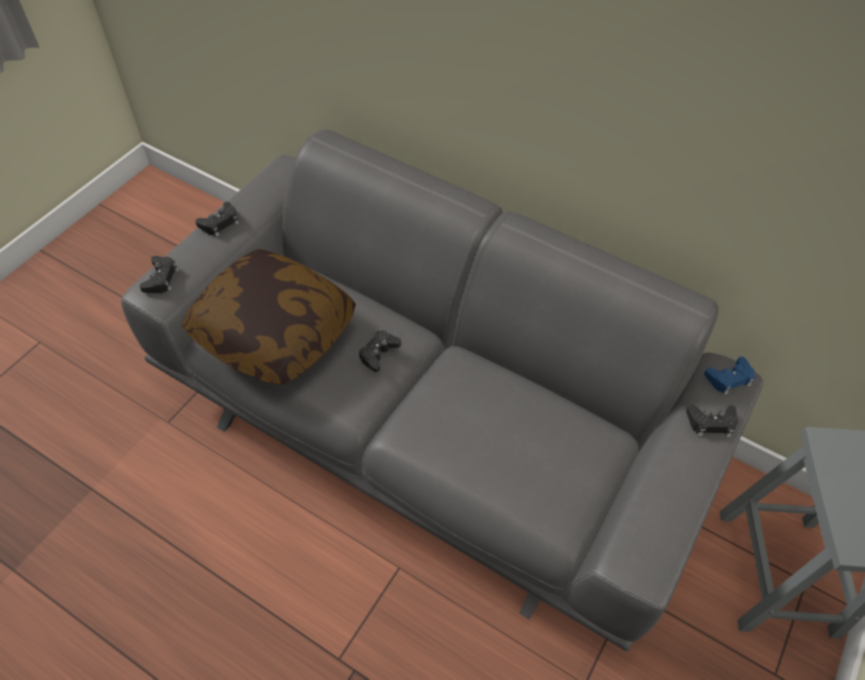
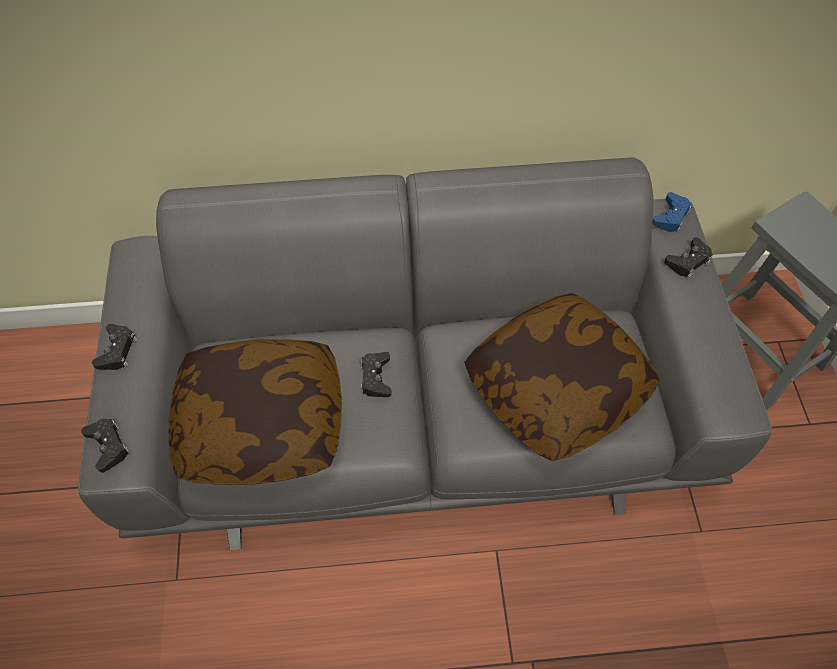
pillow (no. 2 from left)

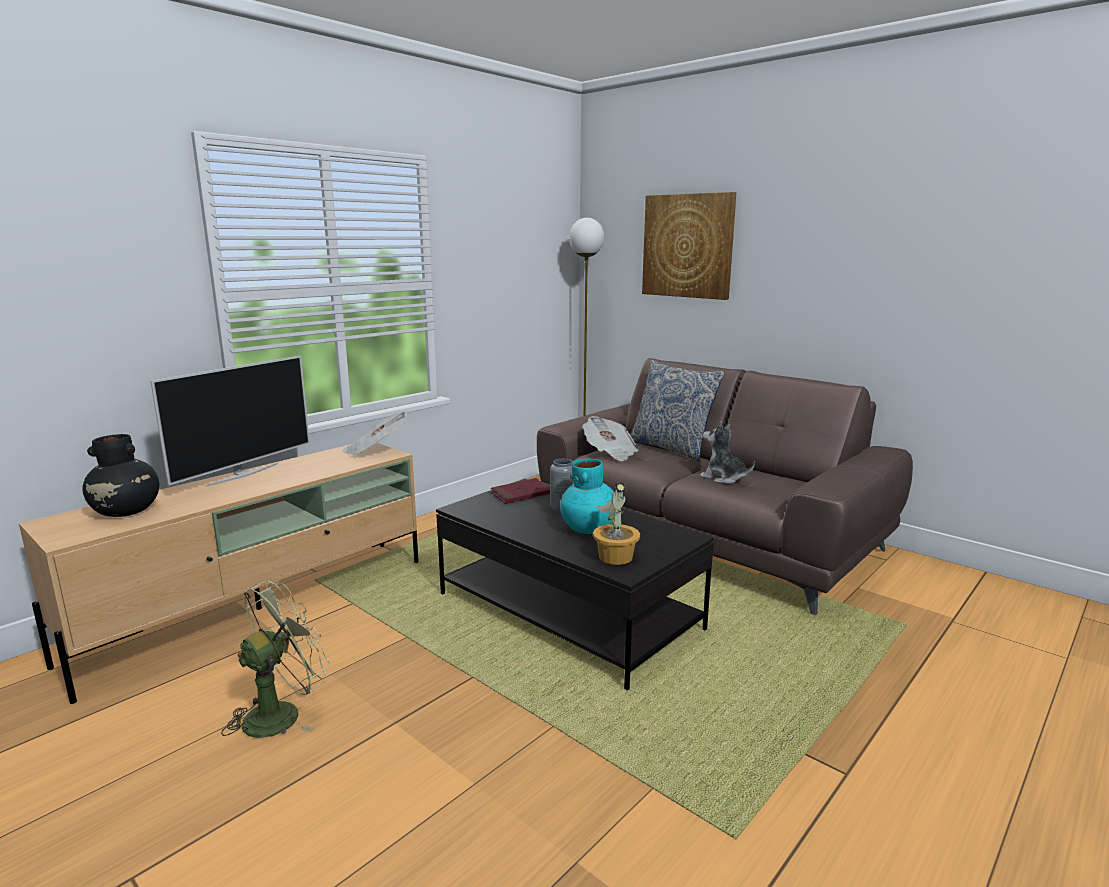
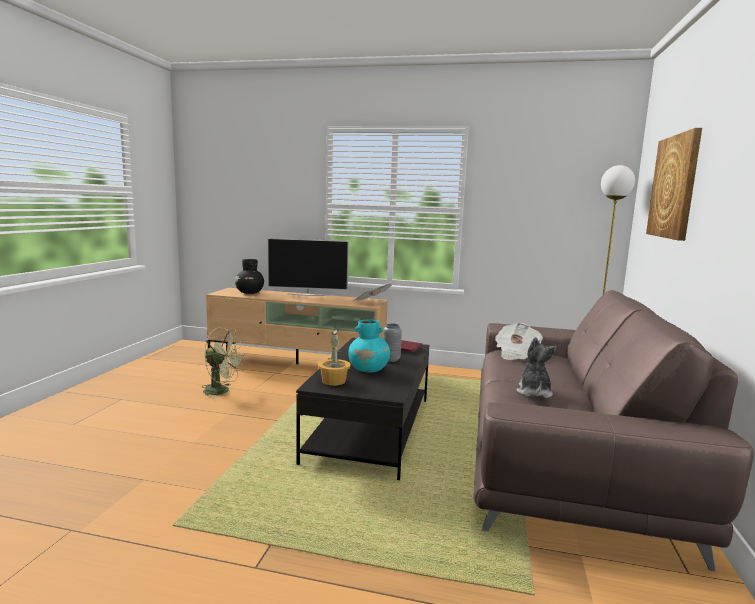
pillow

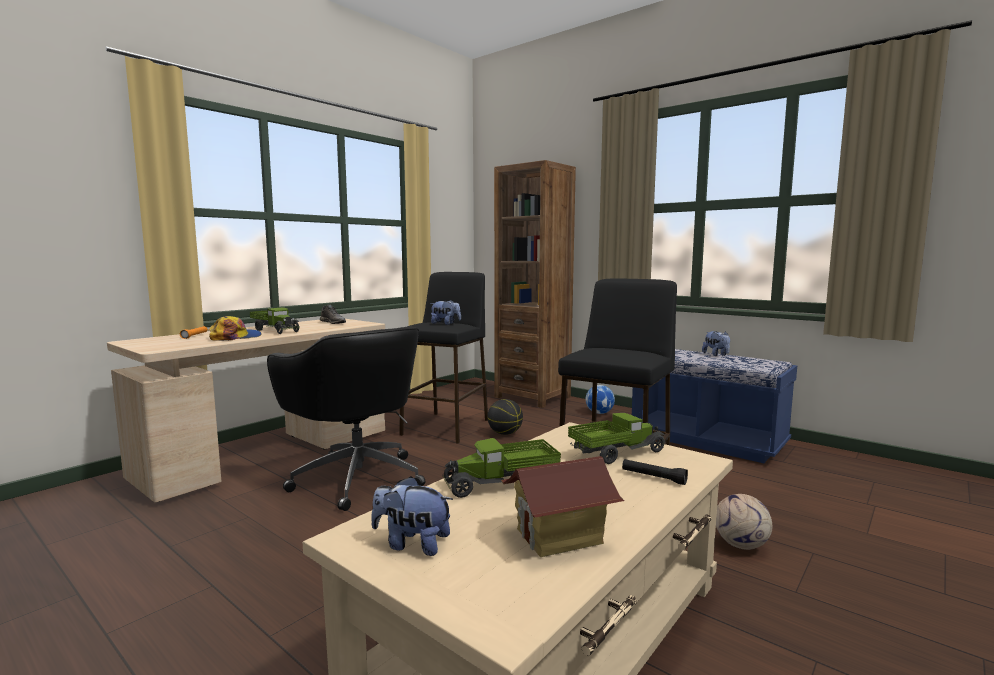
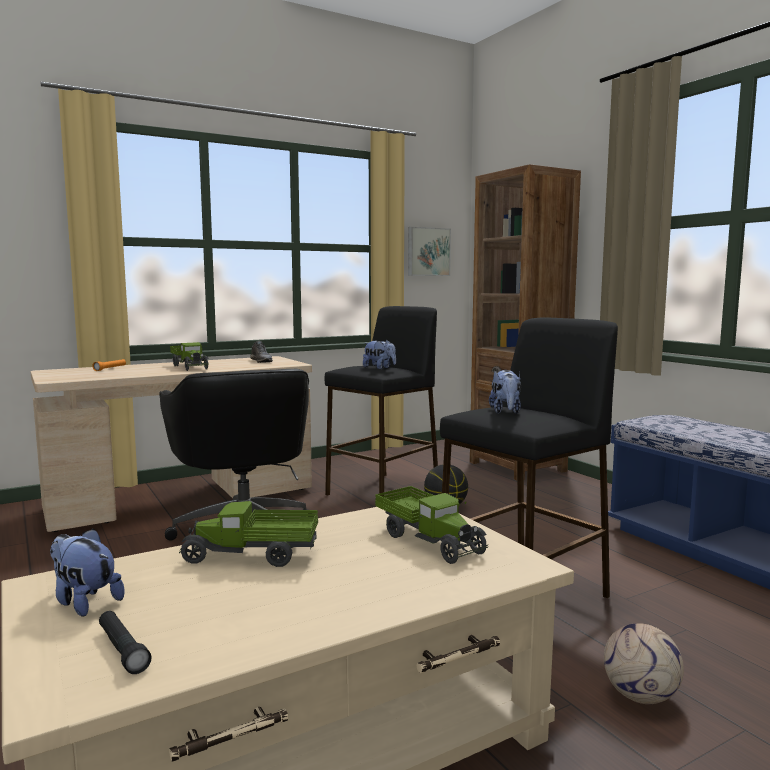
cap
toy house
football (no. 1 from left in the first image)
picture
hand torch/black-coloured
cuddly toy (no. 3 from left)
toy truck (no. 3 from left)

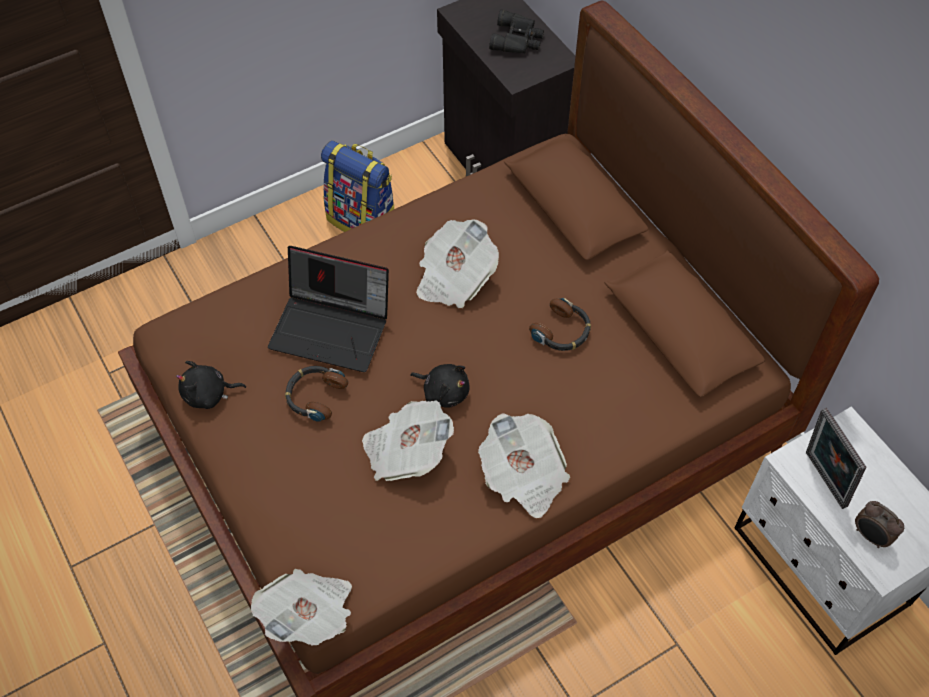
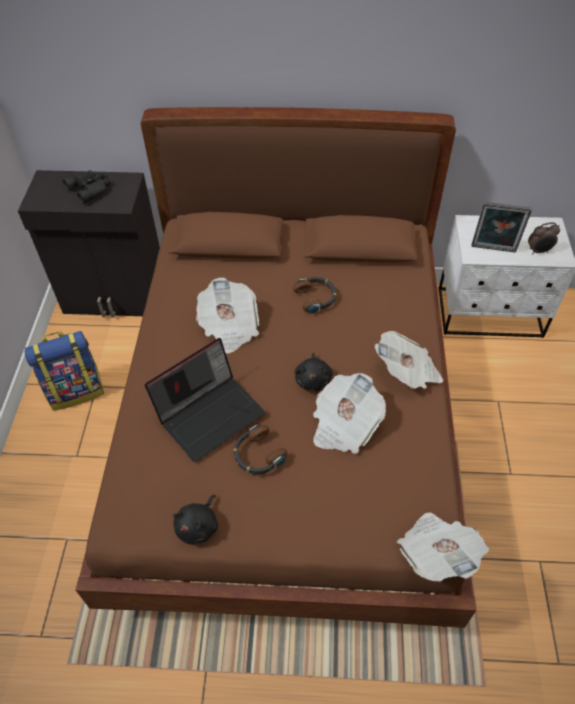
cuddly toy/black-coloured (no. 2 from left)

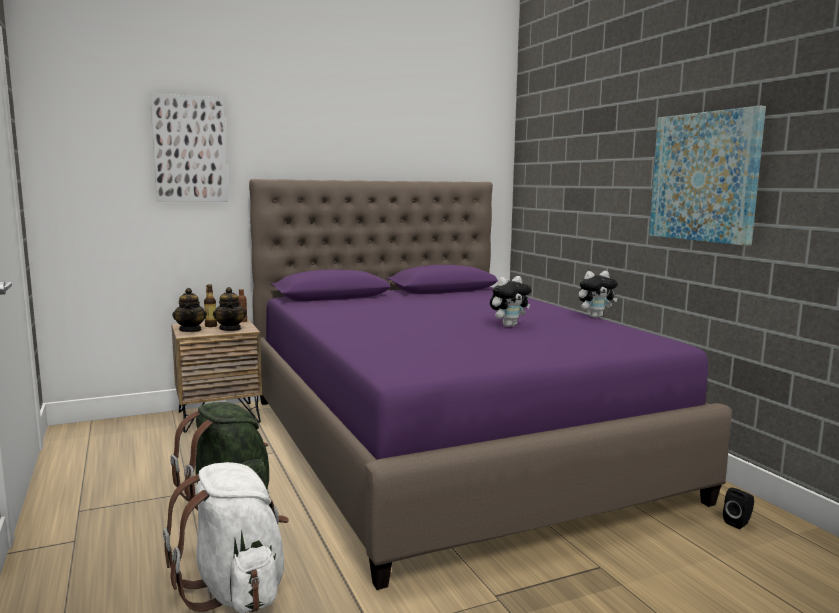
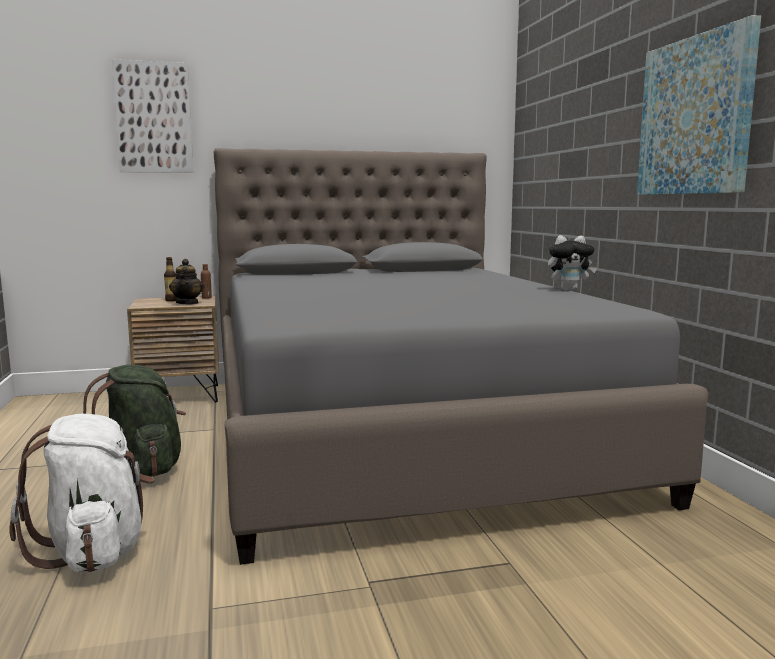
teapot (no. 1 from left in the first image)
cuddly toy (no. 1 from left in the first image)
speaker/black-coloured
bedroom bed/greyish

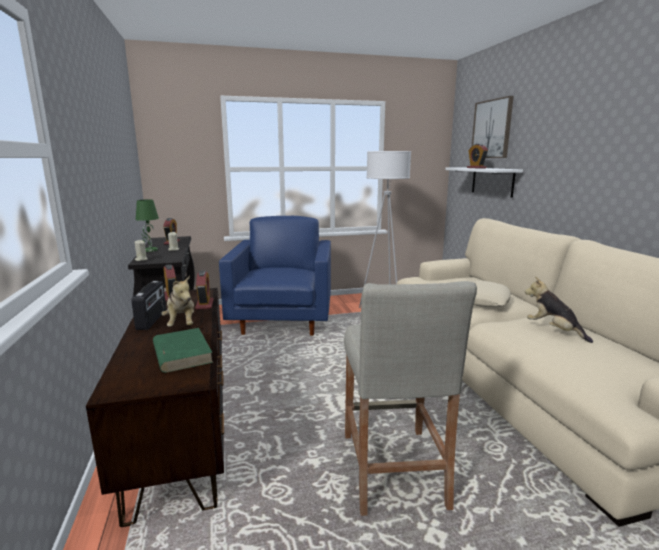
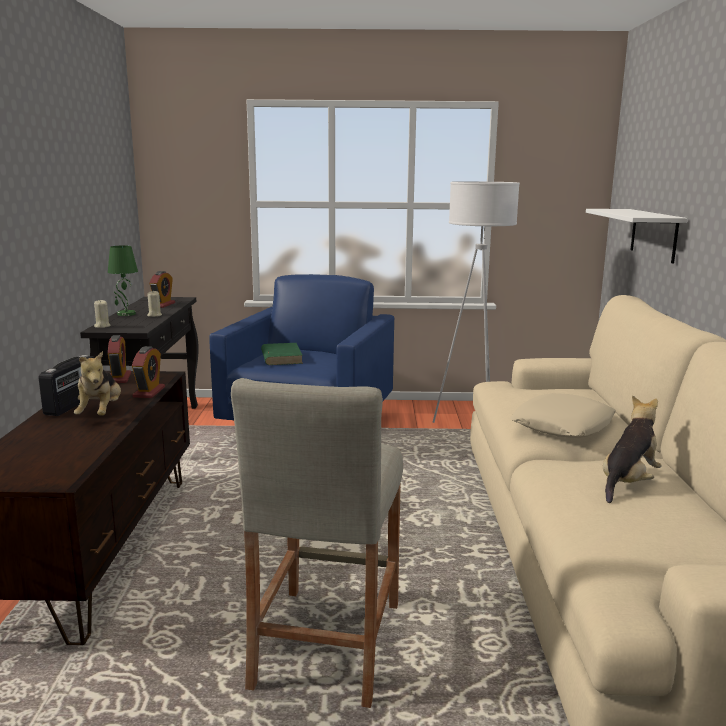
table clock (no. 4 from left in the first image)
picture
volume/greenish
cuddly toy (no. 2 from left)

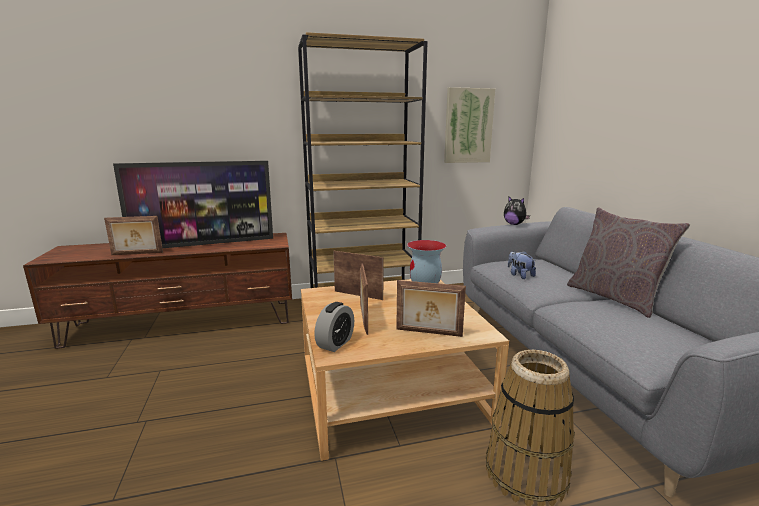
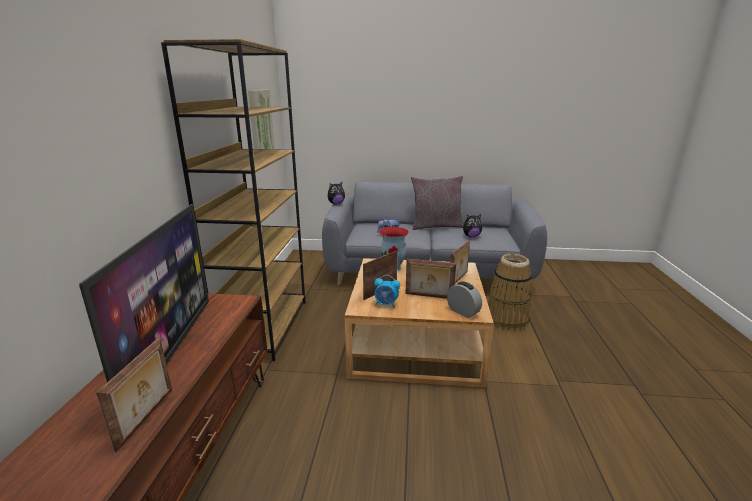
table clock (no. 1 from left)
cuddly toy (no. 3 from left)

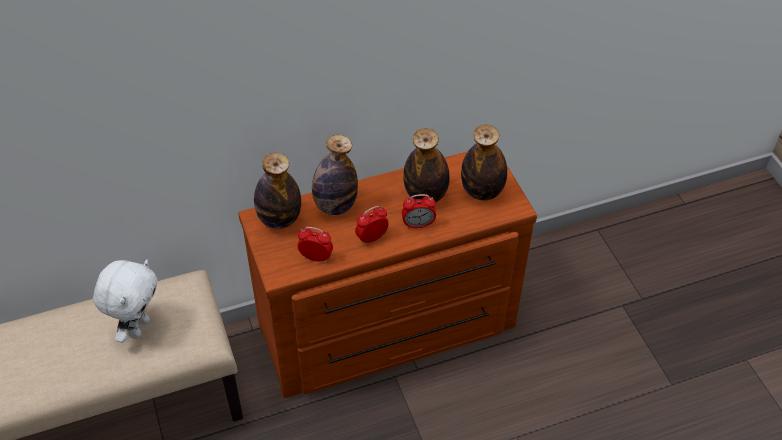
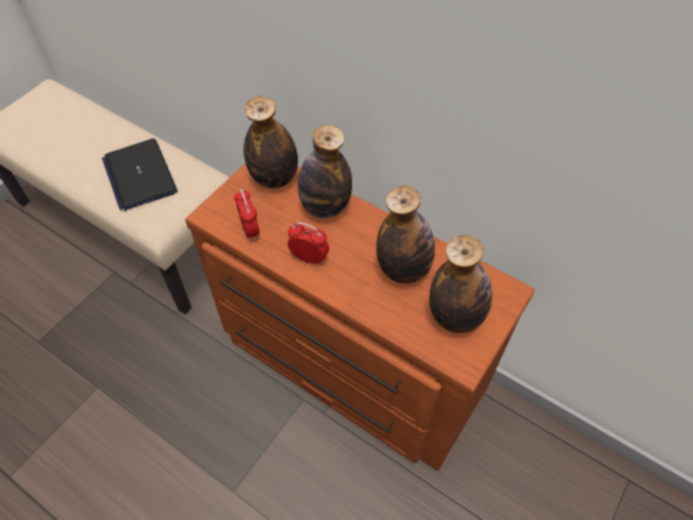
table clock (no. 3 from left in the first image)
notebook computer

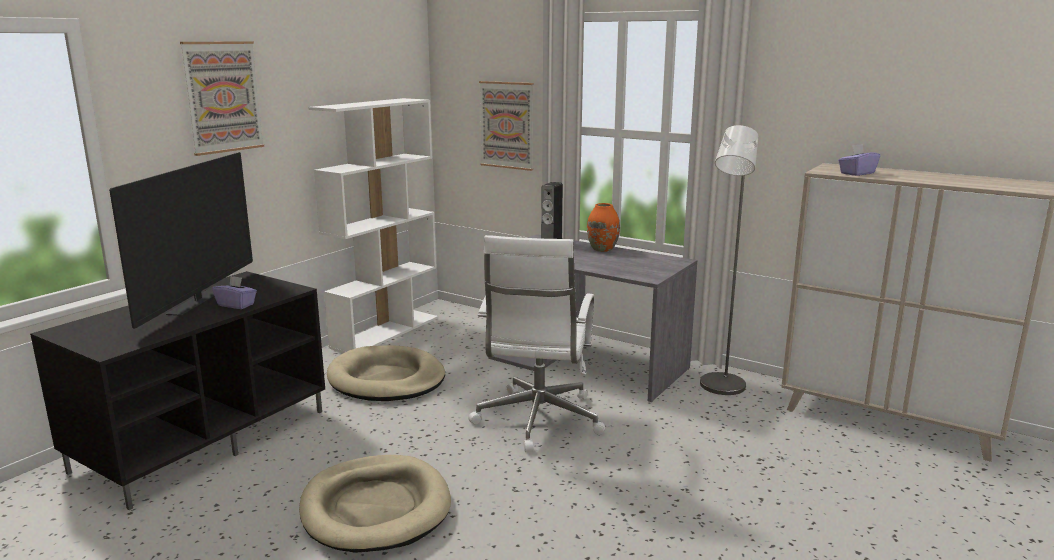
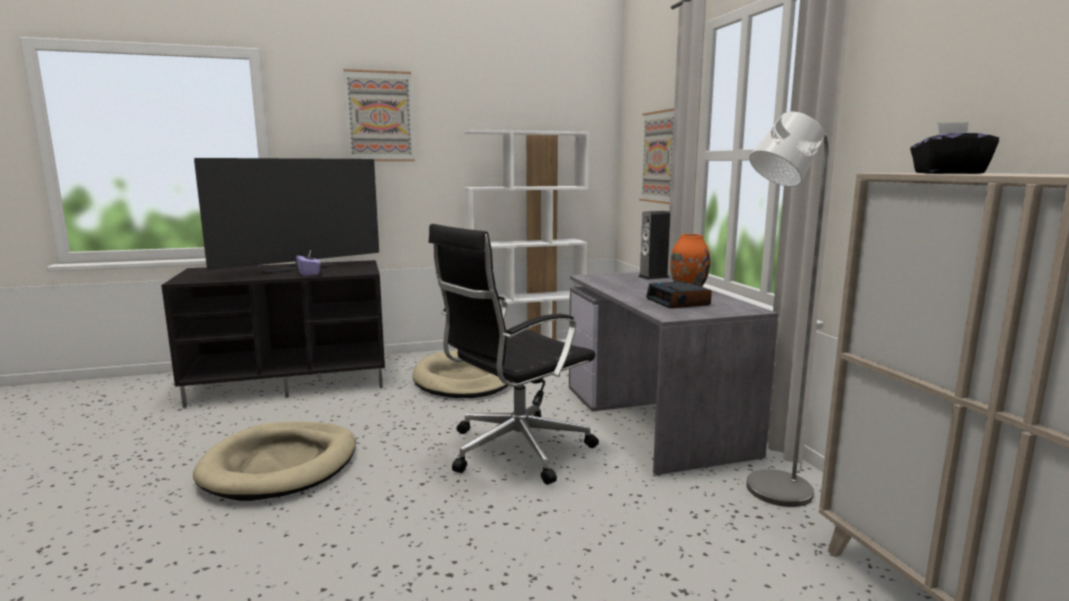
table clock
office chair/black-coloured
tissue box/black-coloured

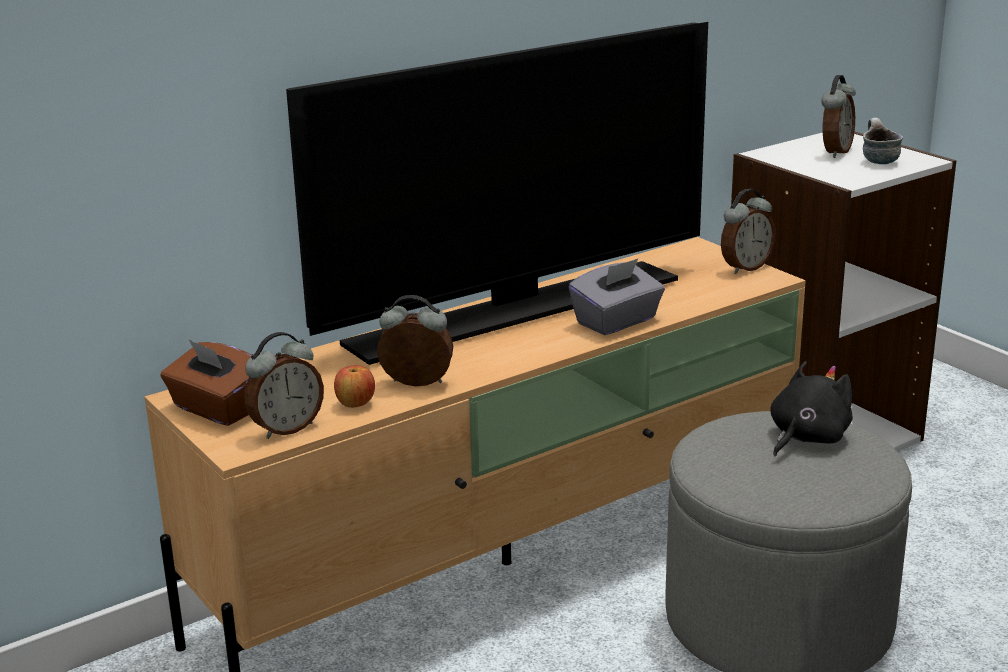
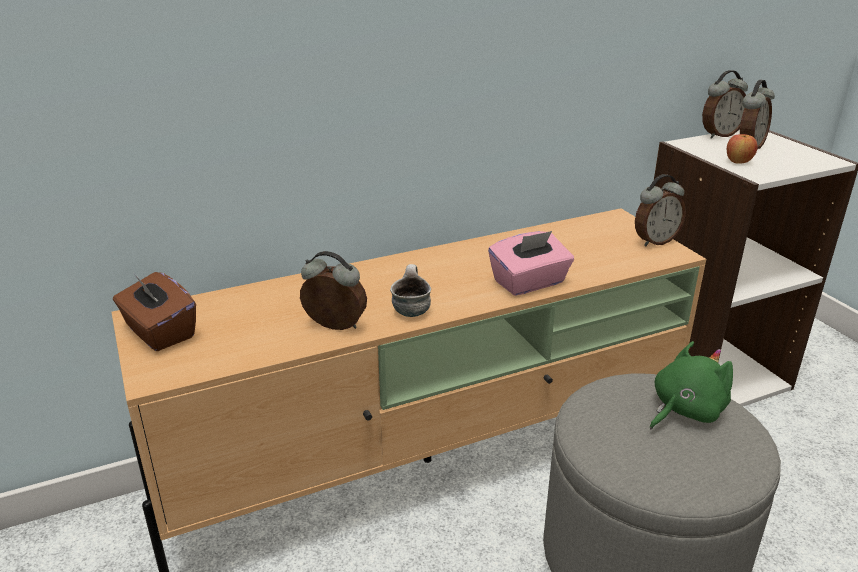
TV
table clock (no. 3 from left)
apple
mug
tissue box/pink-coloured
cuddly toy/greenish

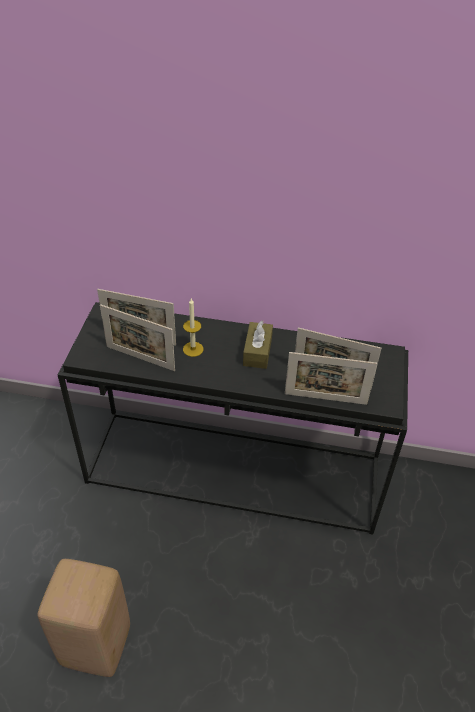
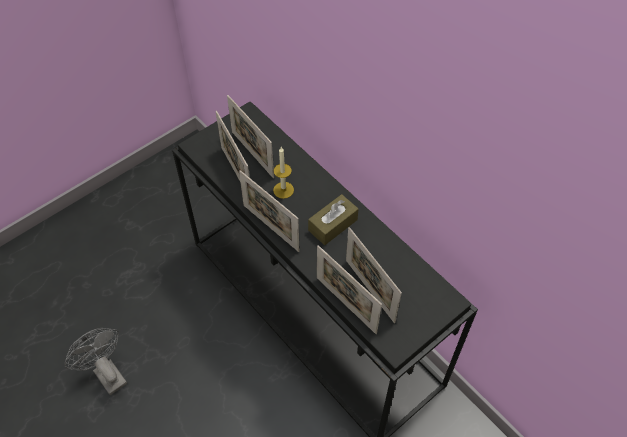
picture frame (no. 3 from left)
cooling fan/greyish

